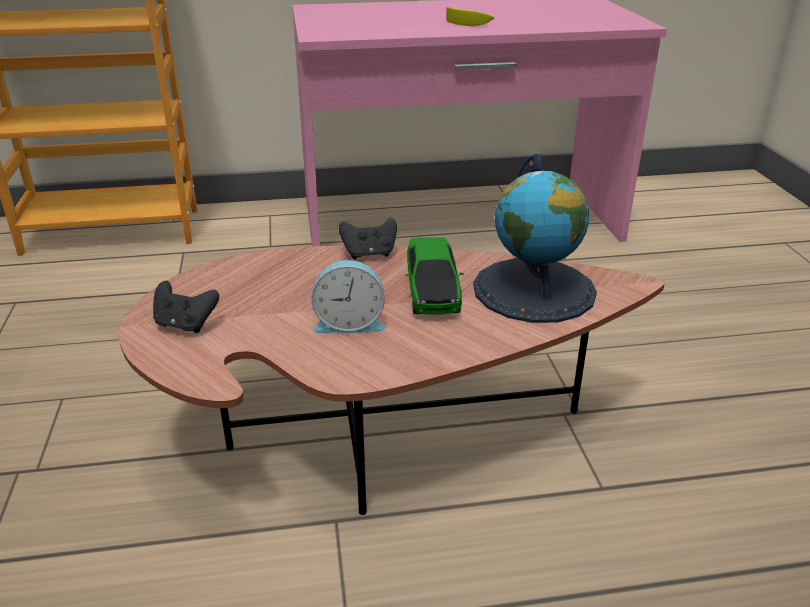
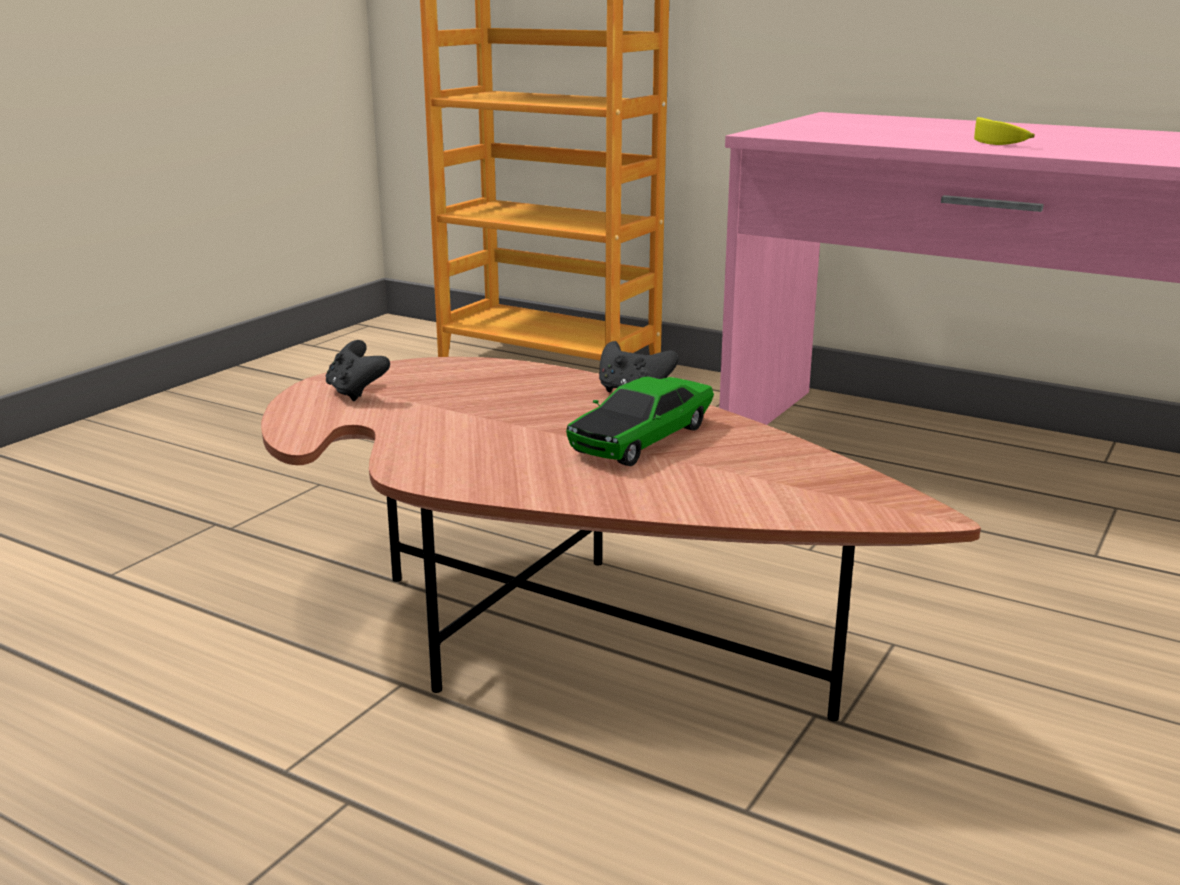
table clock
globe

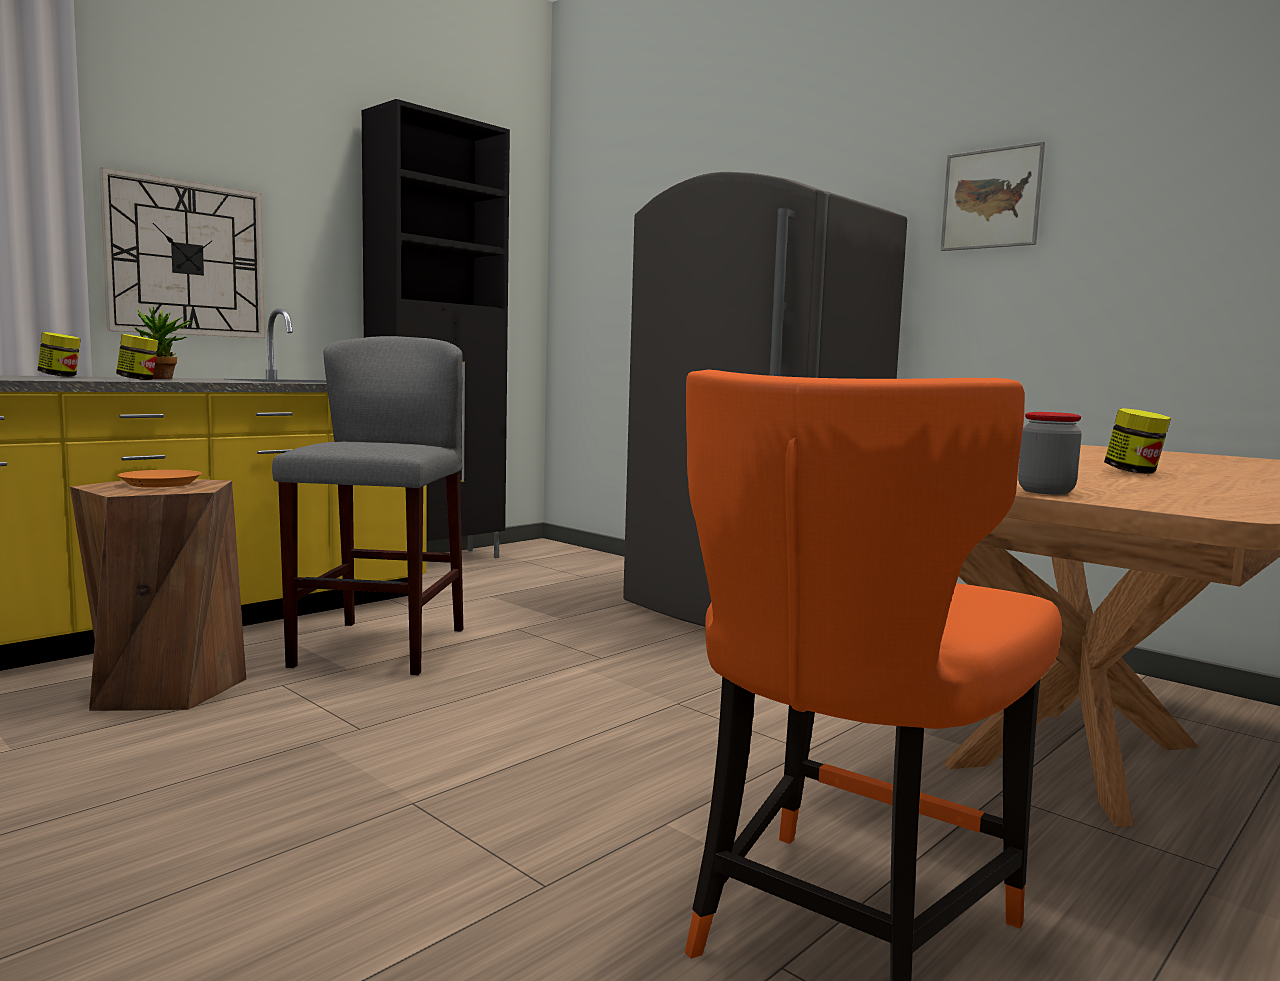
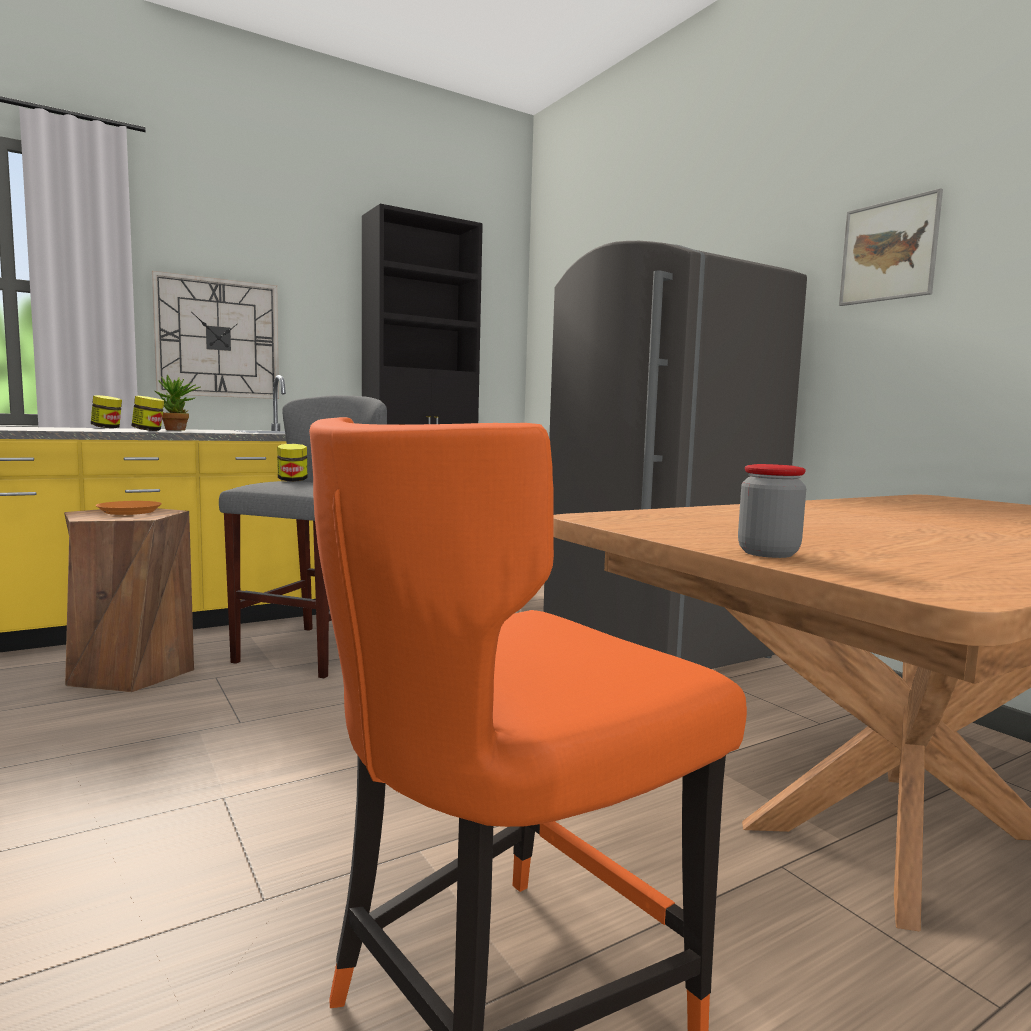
jar (no. 3 from left)

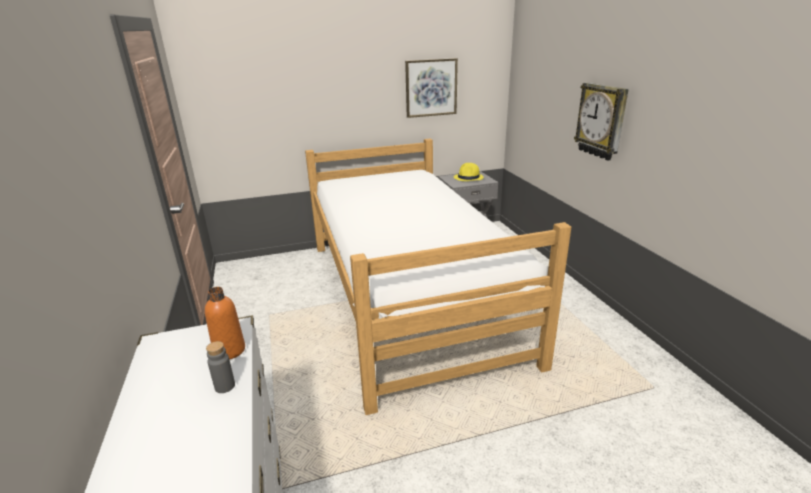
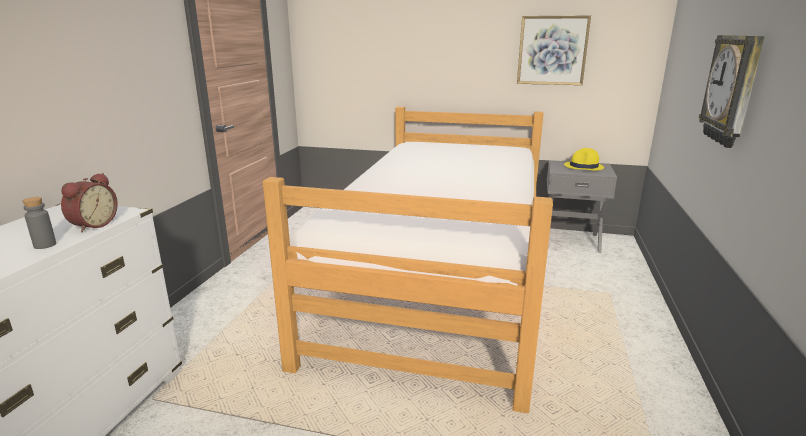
table clock

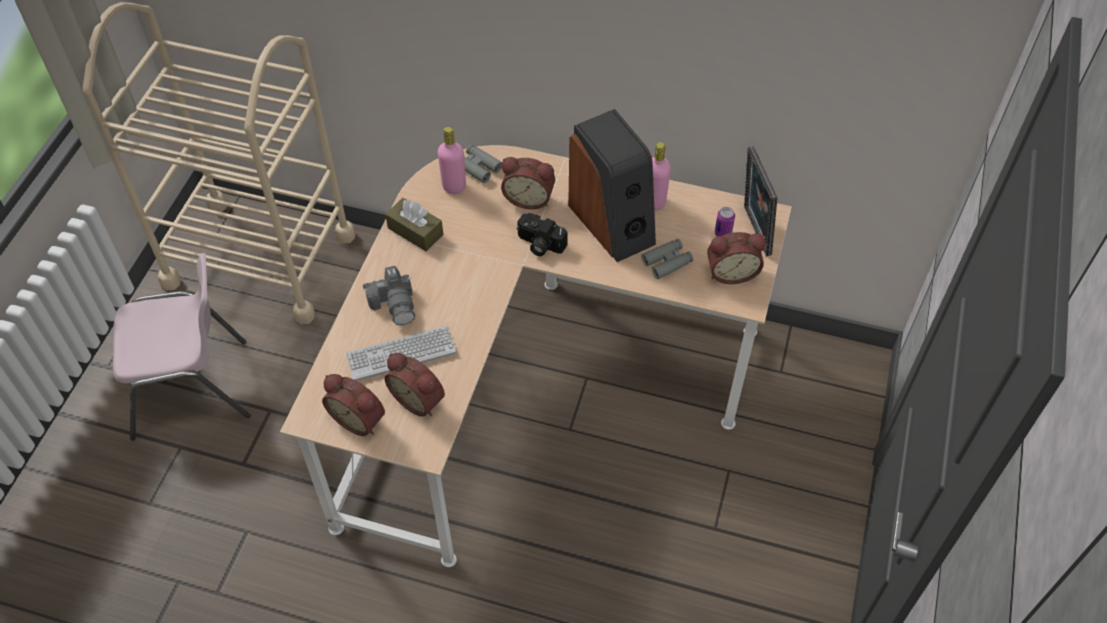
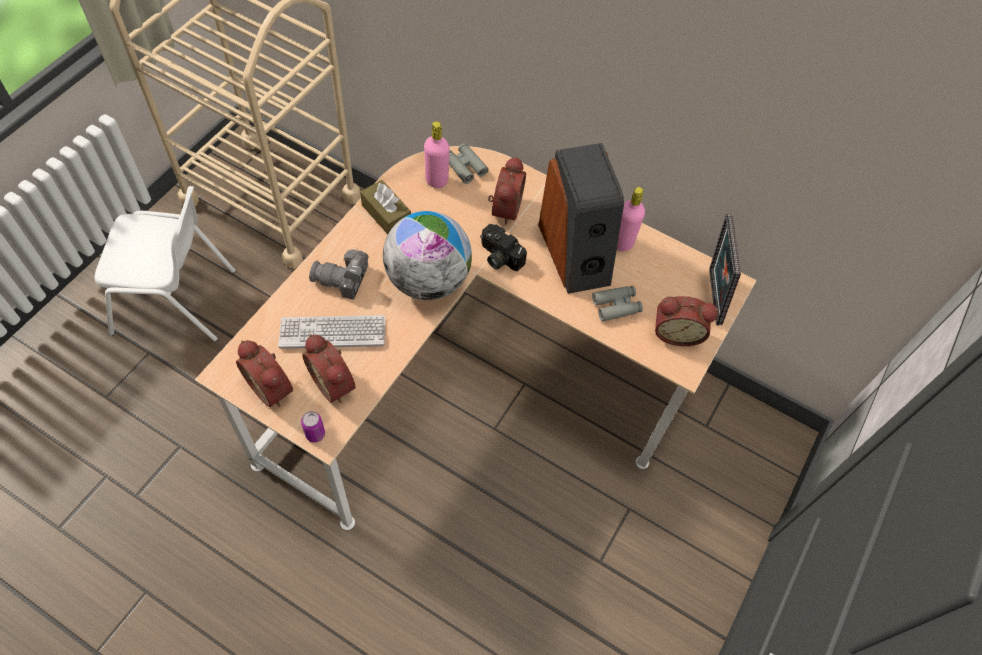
globe
can
chair/whitish
still camera (no. 1 from left)
table clock (no. 3 from left)

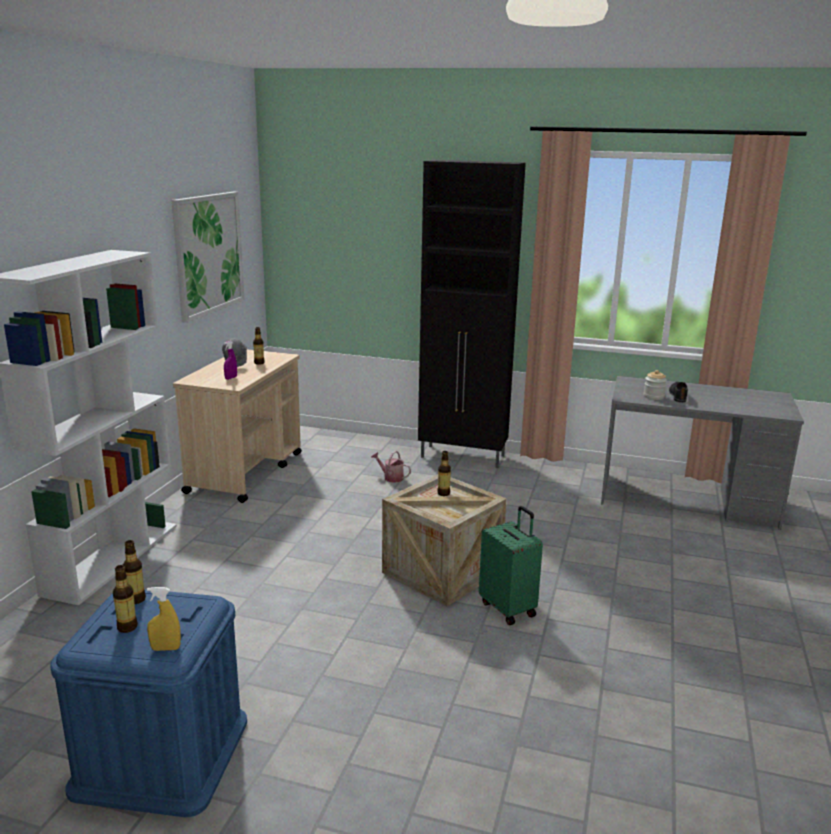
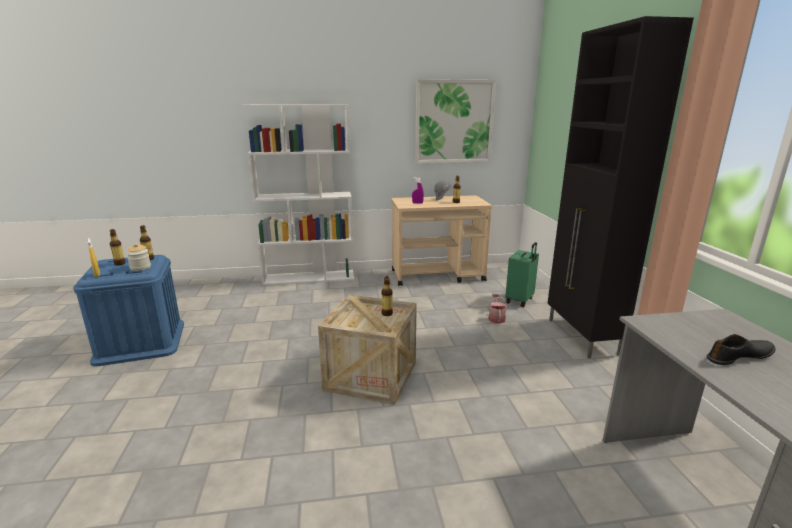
suitcase/greenish
jar

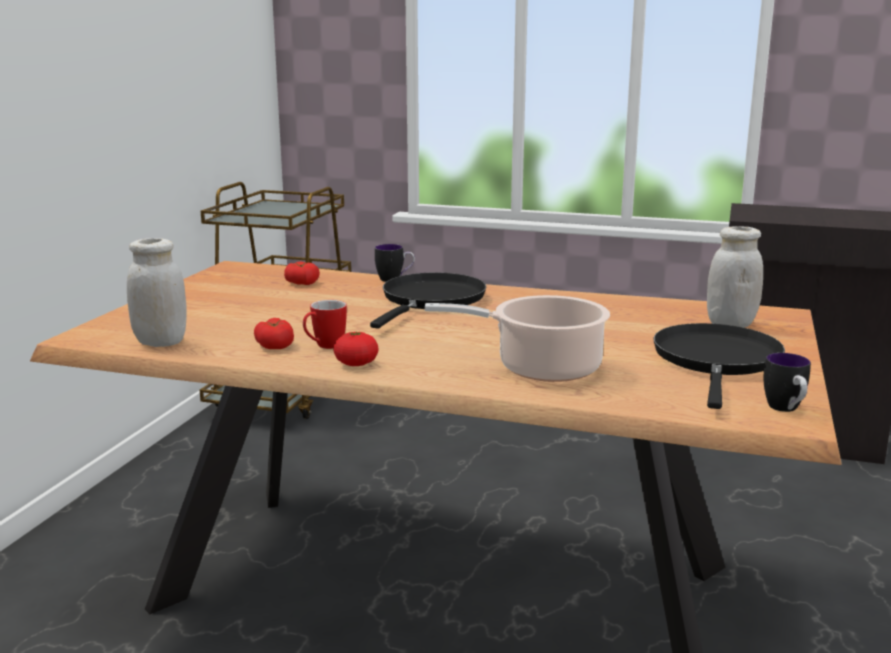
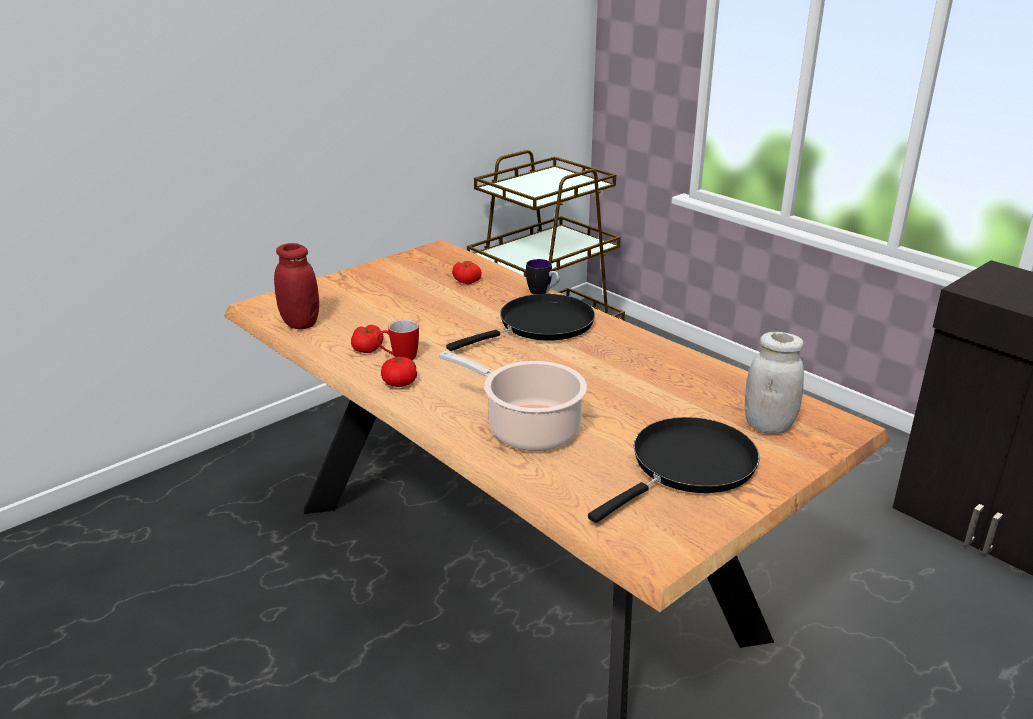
mug (no. 3 from left in the first image)
jar/red-coloured

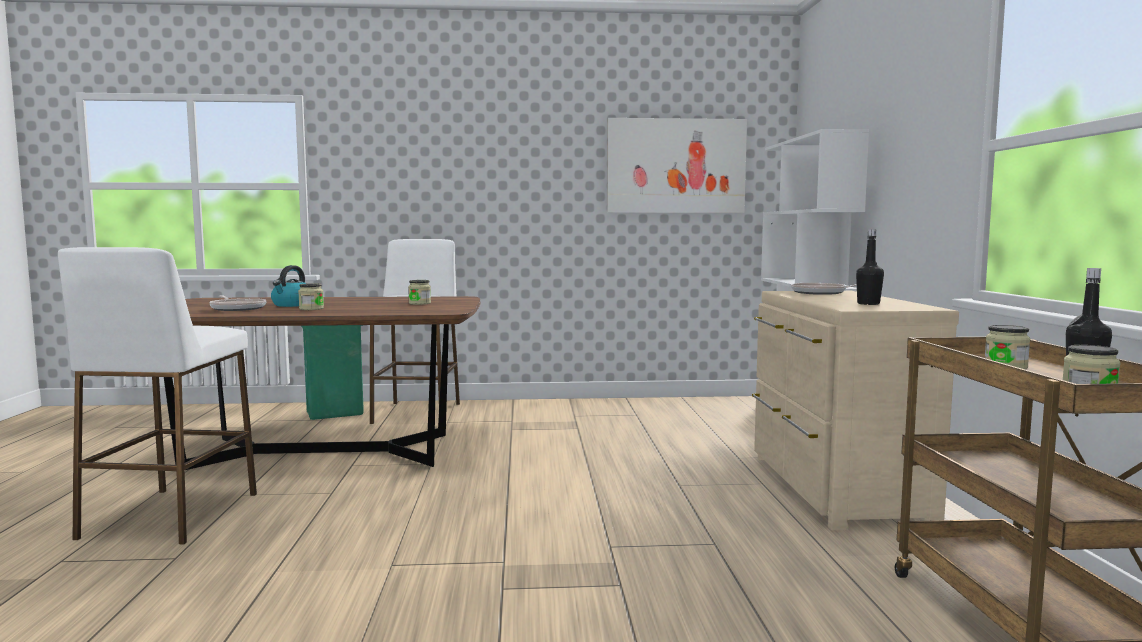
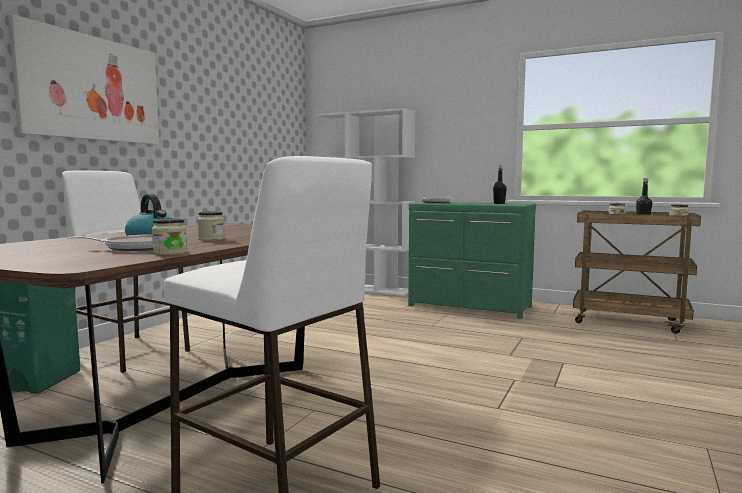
jar (no. 1 from left)
picture
drawer chest/greenish

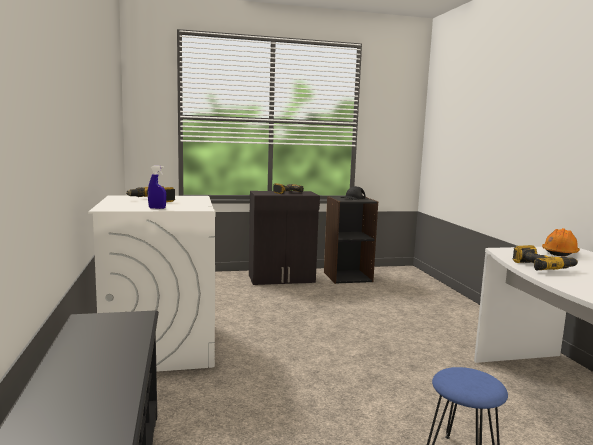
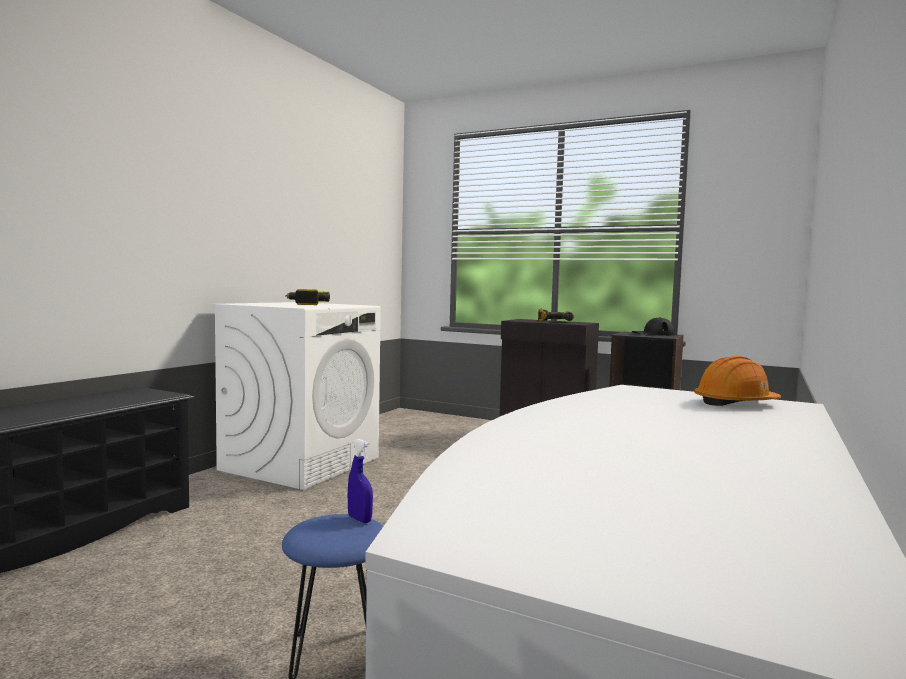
electric drill (no. 3 from left in the first image)
spray bottle/blue-coloured

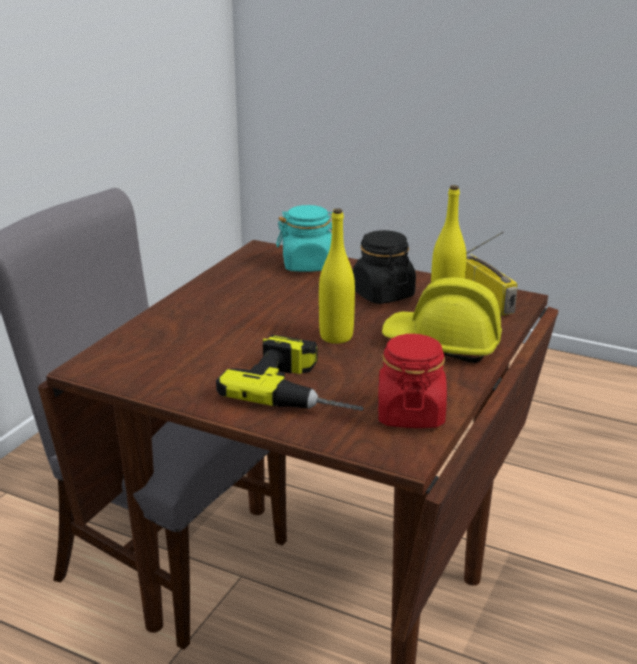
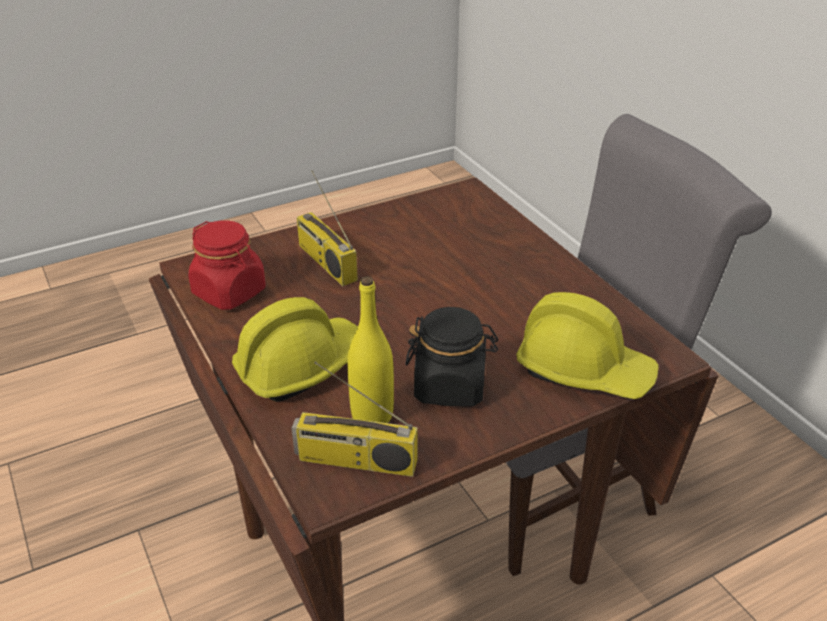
bottle/yellowish (no. 1 from left in the first image)
radio (no. 1 from left)
safety helmet/yellowish (no. 2 from left)

